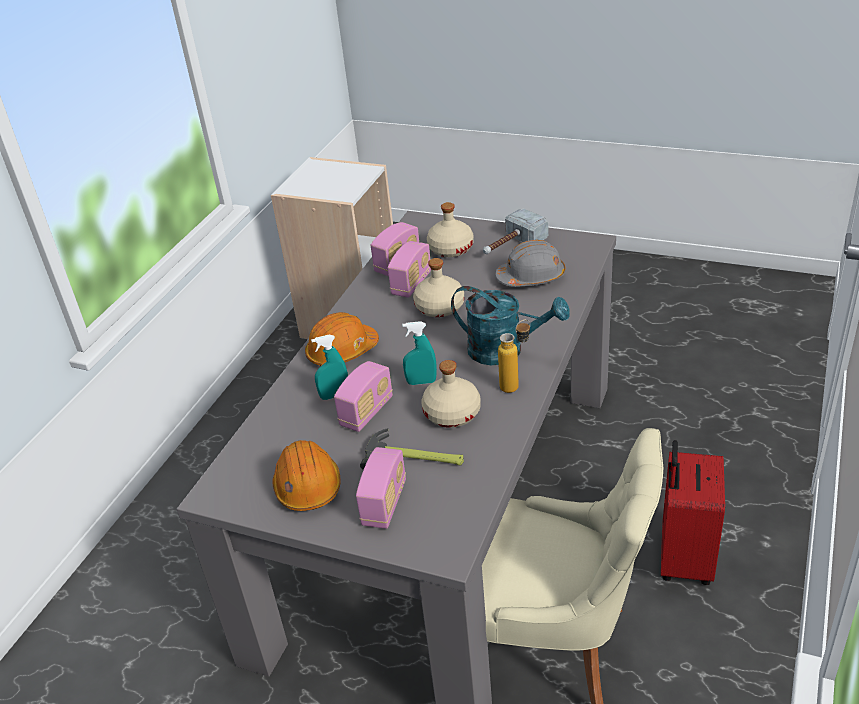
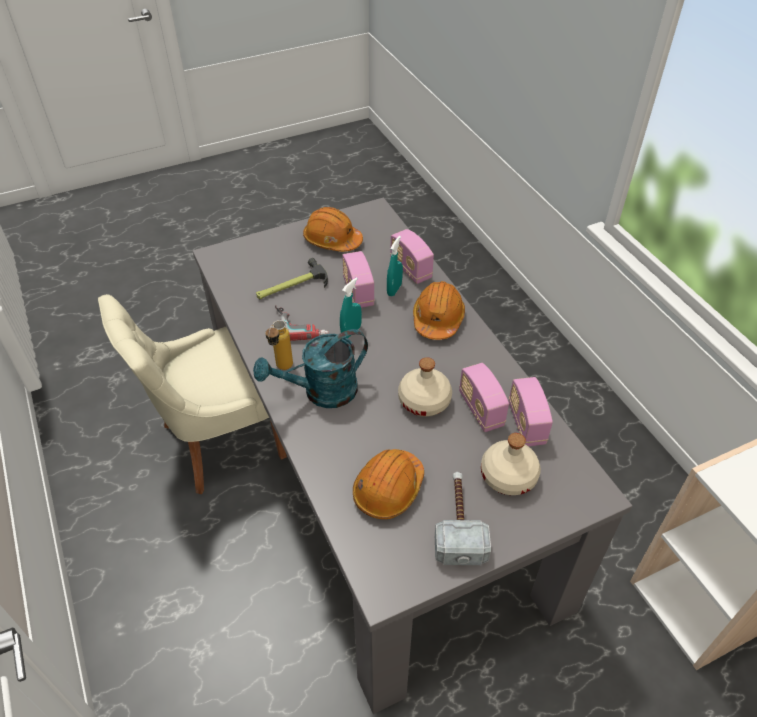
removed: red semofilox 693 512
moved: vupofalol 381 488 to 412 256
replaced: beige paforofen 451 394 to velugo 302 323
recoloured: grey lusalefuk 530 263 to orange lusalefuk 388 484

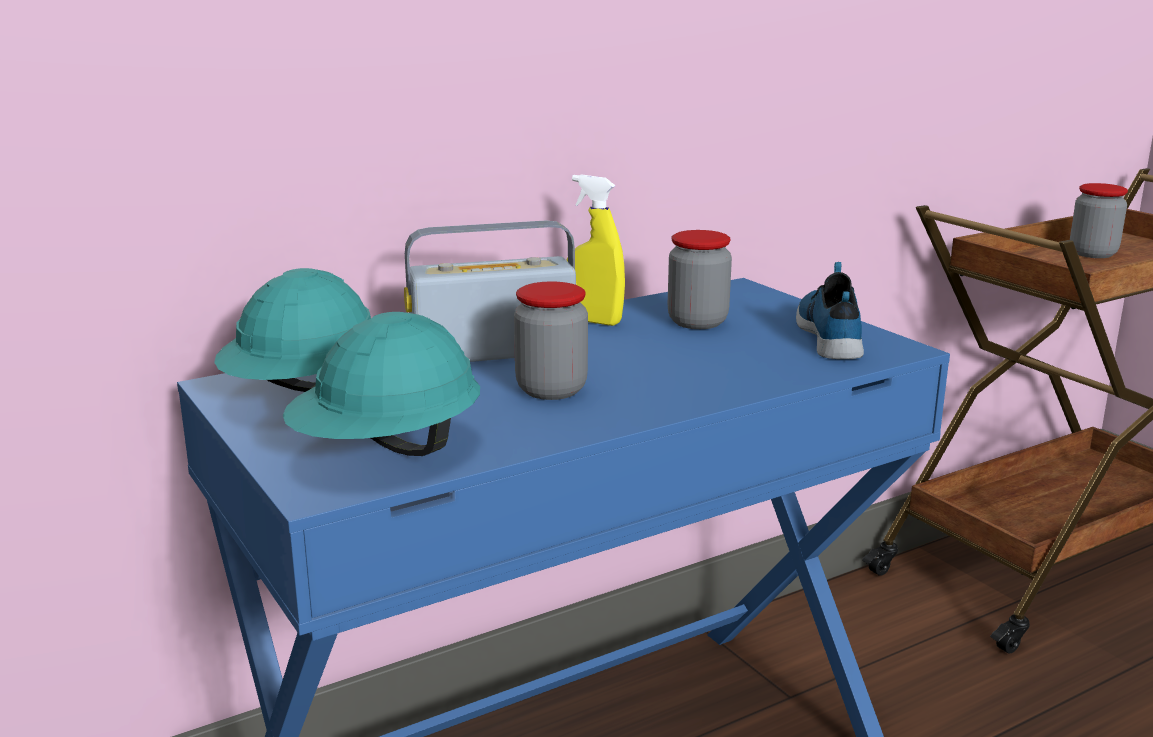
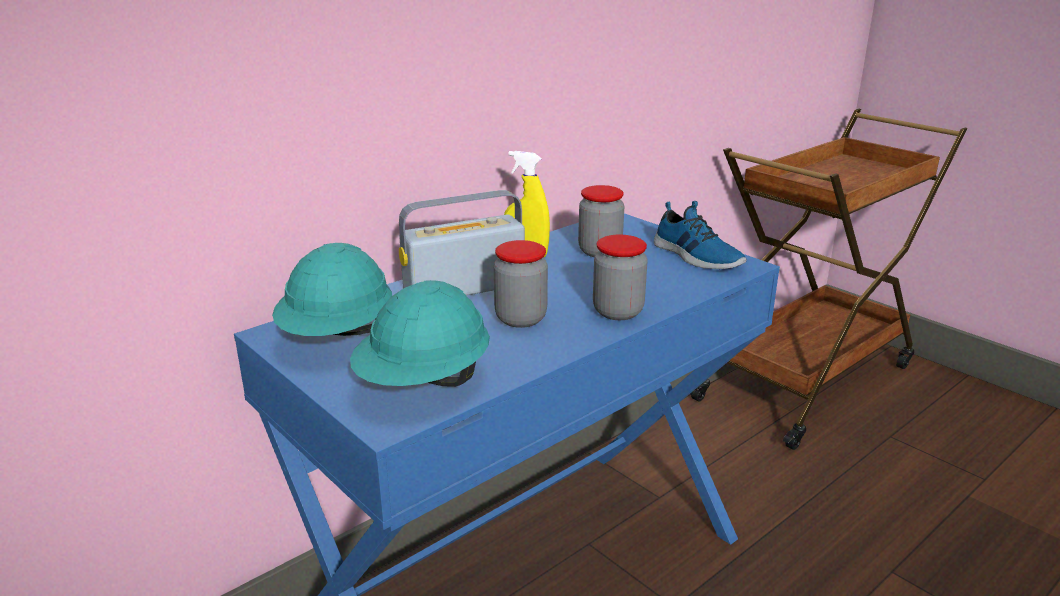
moved: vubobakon 1099 220 to 620 277
turned: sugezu 830 310 = 700 235 150 degrees clockwise

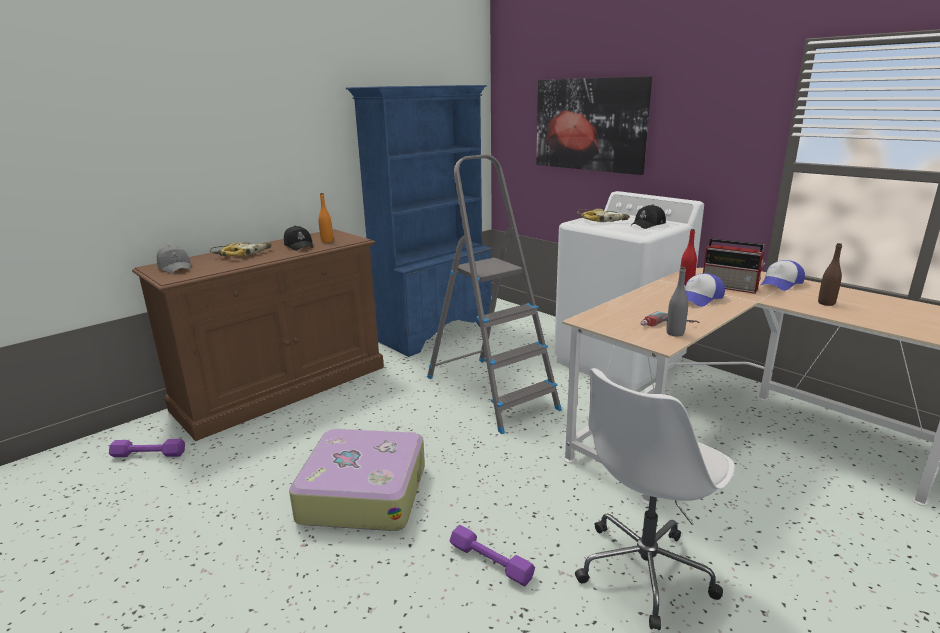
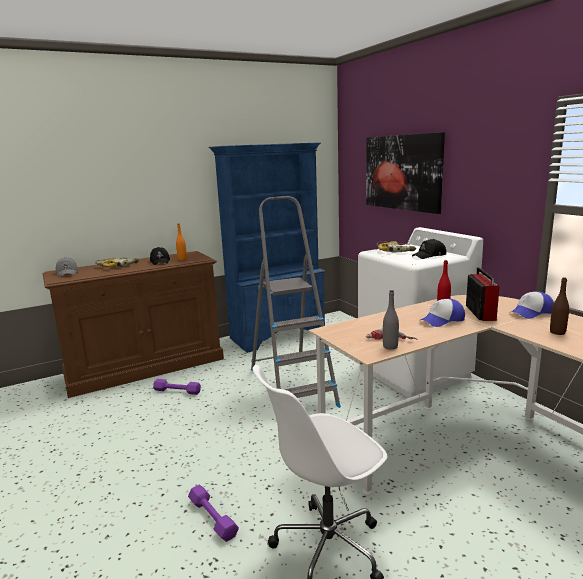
removed: semofilox 357 479
moved: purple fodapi 147 448 to 177 387
turned: vupofalol 734 266 = 483 294 135 degrees counterclockwise

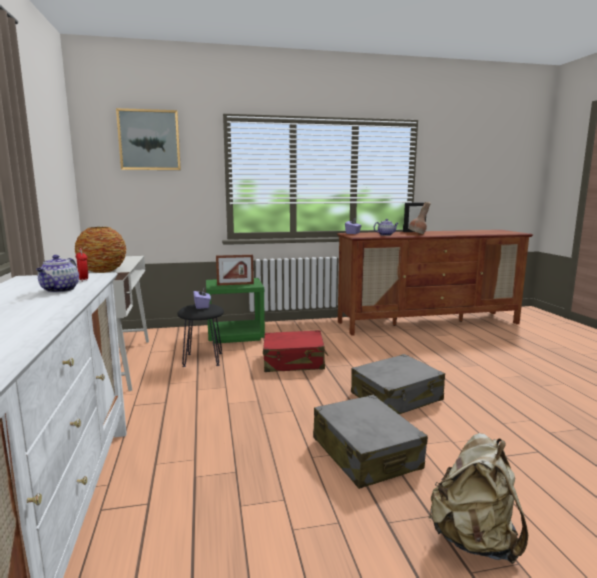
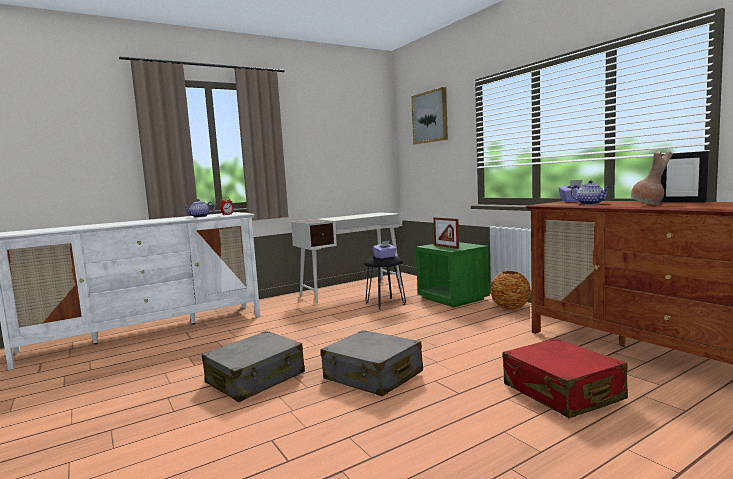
removed: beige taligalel 478 498
moved: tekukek 100 250 to 510 290; red semofilox 295 351 to 565 378

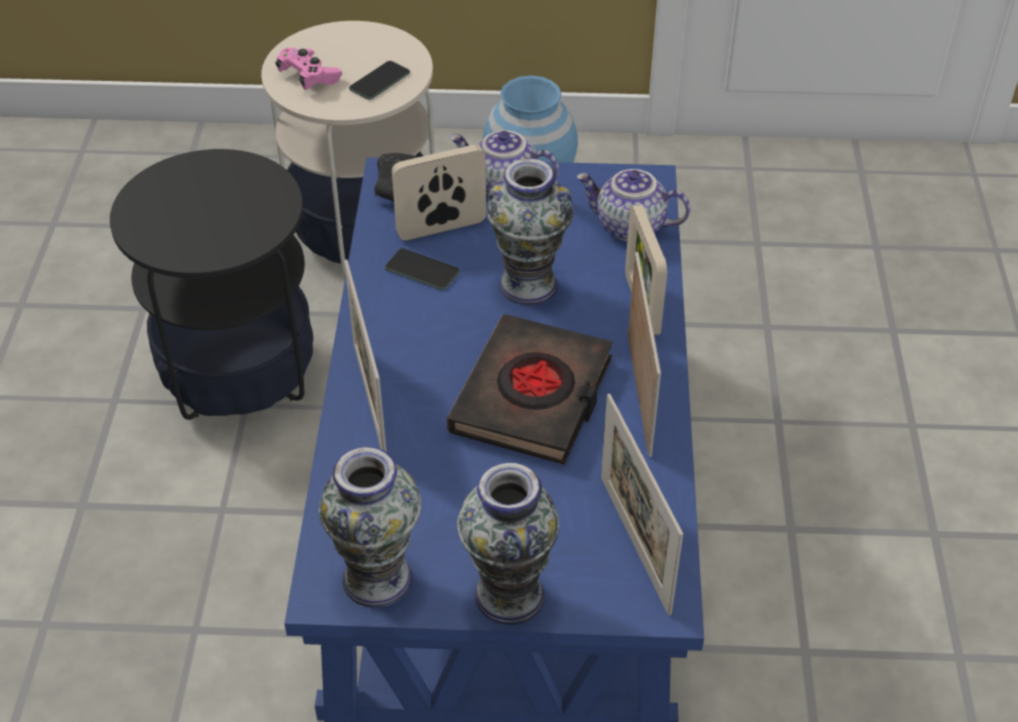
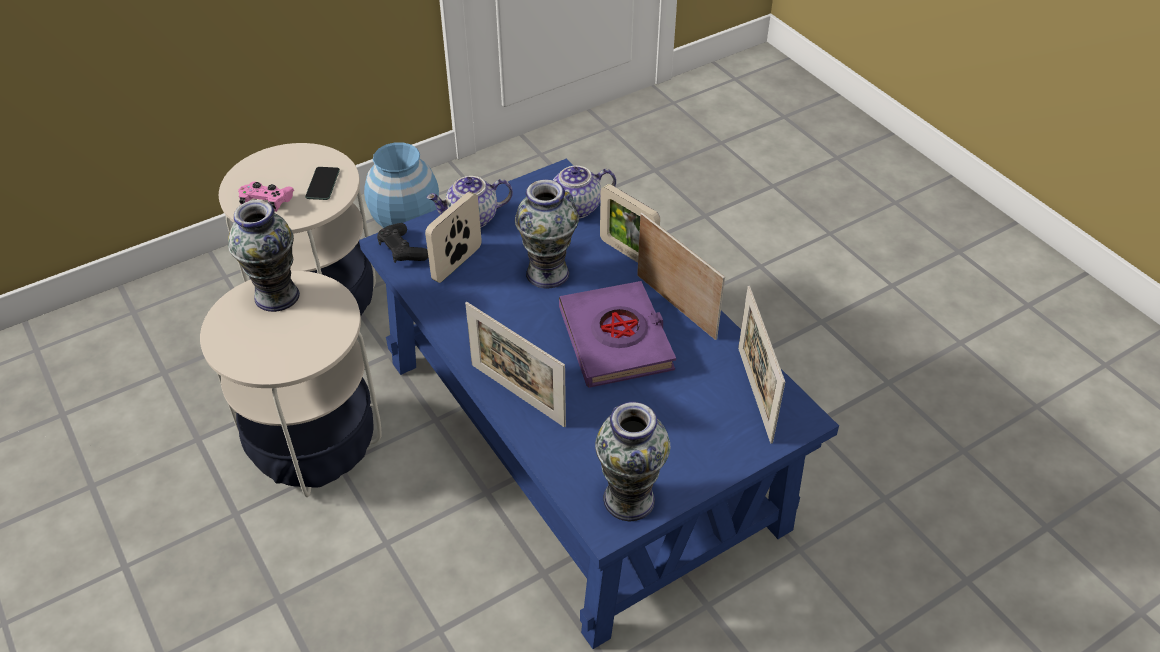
removed: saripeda 422 269
moved: tekukek 508 544 to 264 256
recoloured: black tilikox 211 284 to beige tilikox 291 384; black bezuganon 530 389 to purple bezuganon 617 334
turned: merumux 642 505 = 761 365 45 degrees clockwise

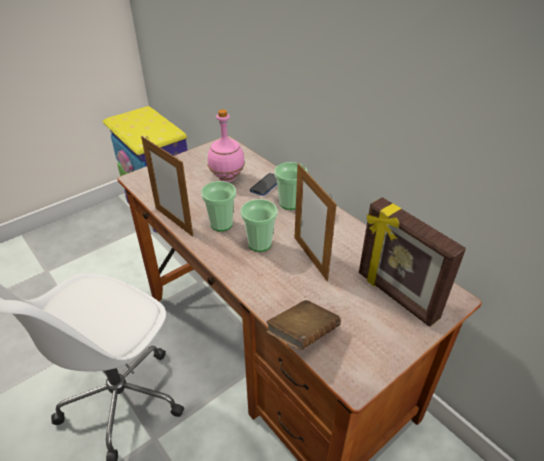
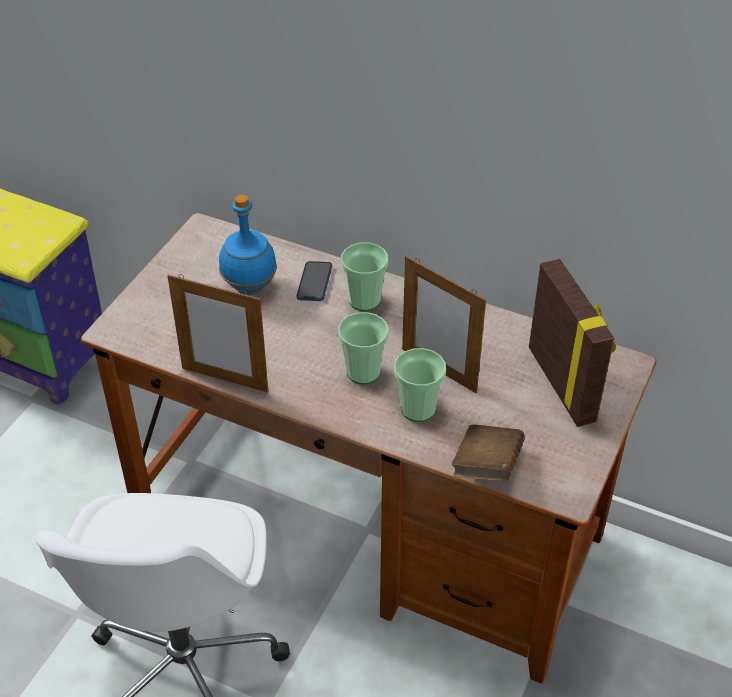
moved: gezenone 218 206 to 420 385
recoloured: pink paforofen 226 145 to blue paforofen 248 245
turned: merumux 412 262 = 572 343 135 degrees counterclockwise

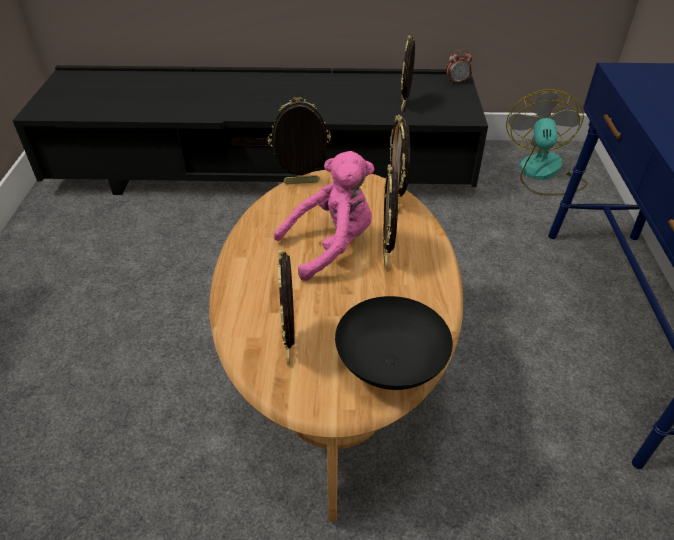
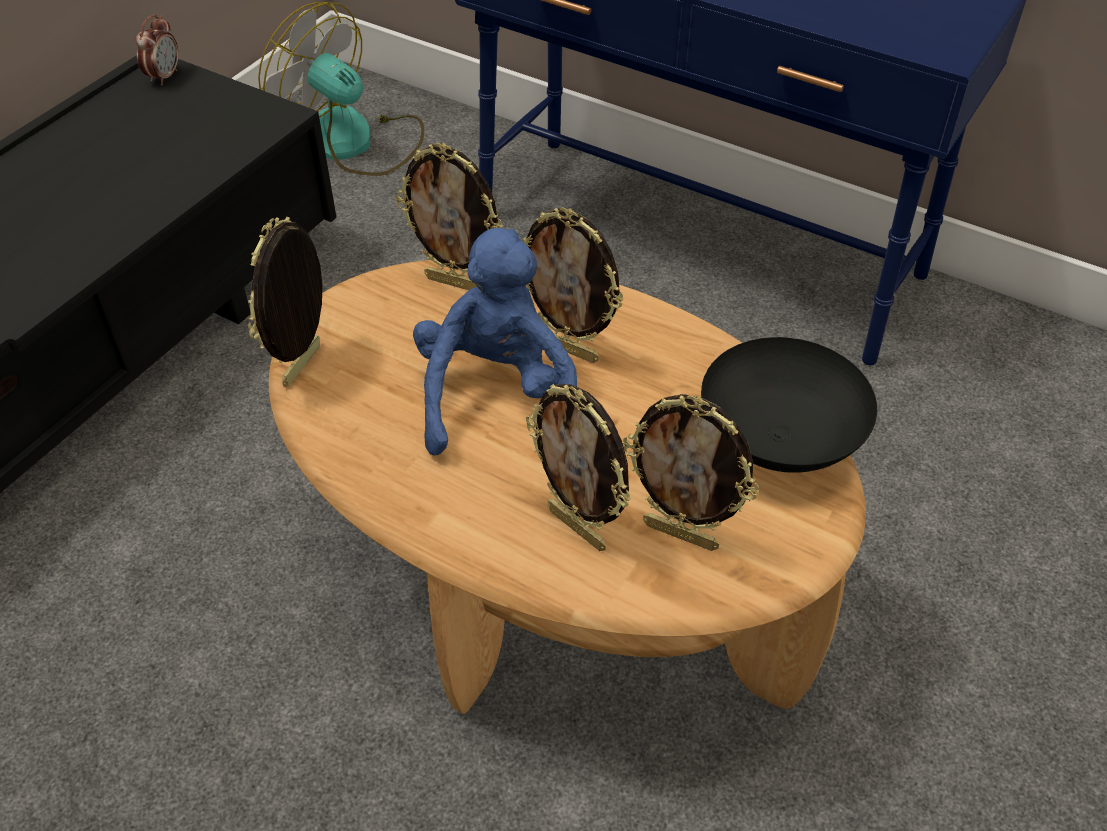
moved: merumux 408 73 to 578 467
recoloured: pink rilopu 324 216 to blue rilopu 495 342

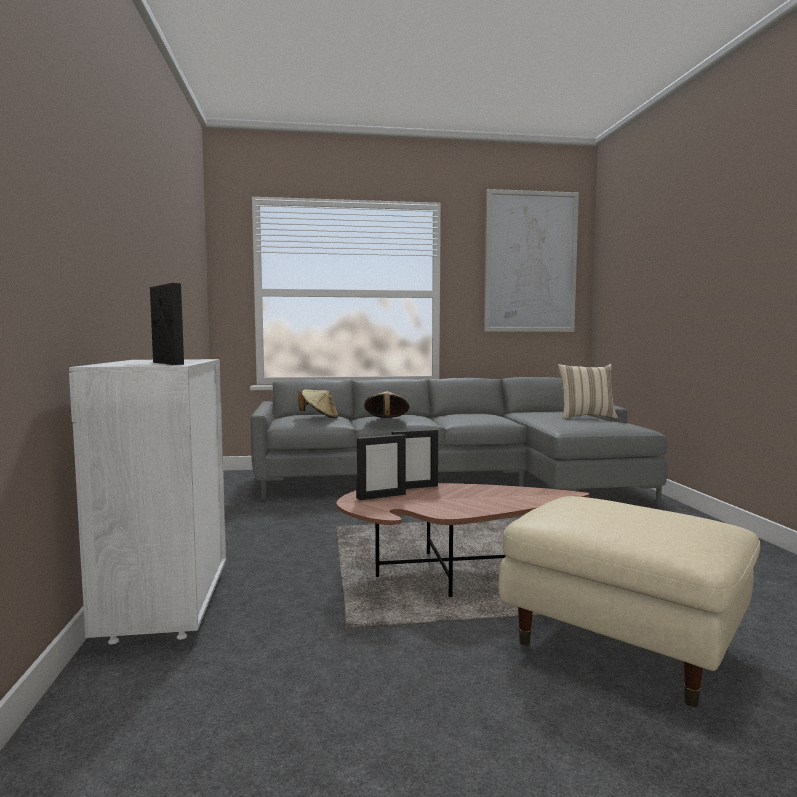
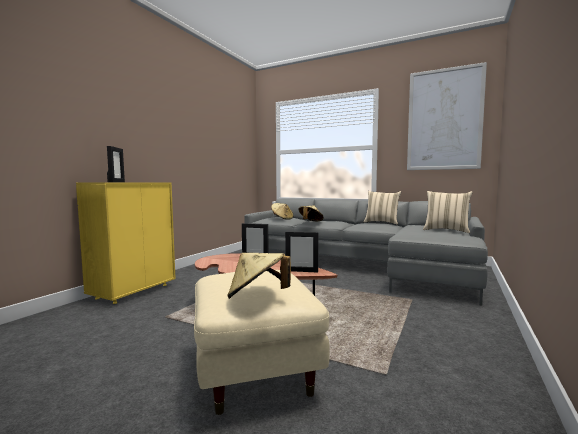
added: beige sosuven 259 276; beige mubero 382 208
moved: merumux 381 467 to 302 252
recoloured: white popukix 147 501 to yellow popukix 126 243

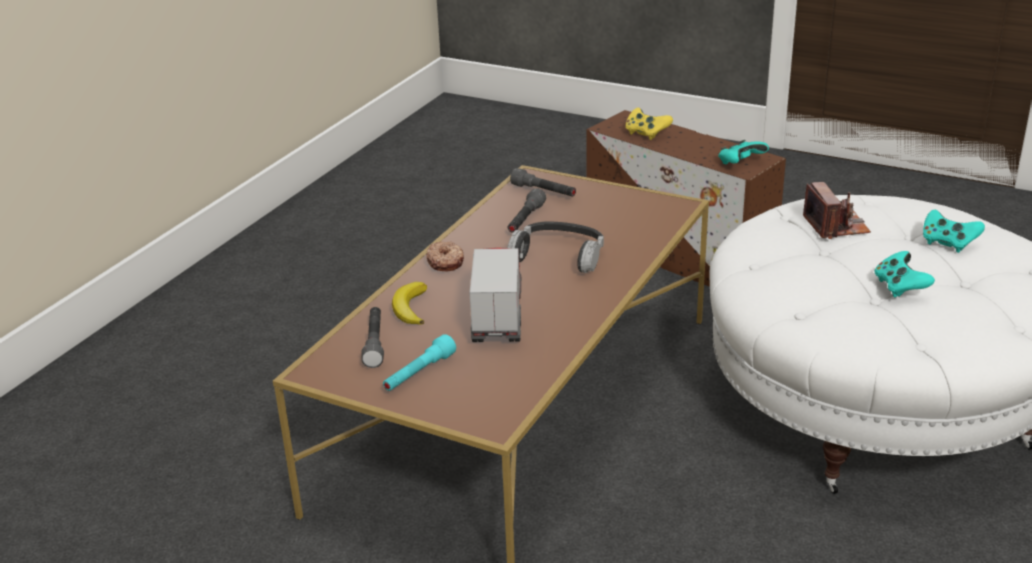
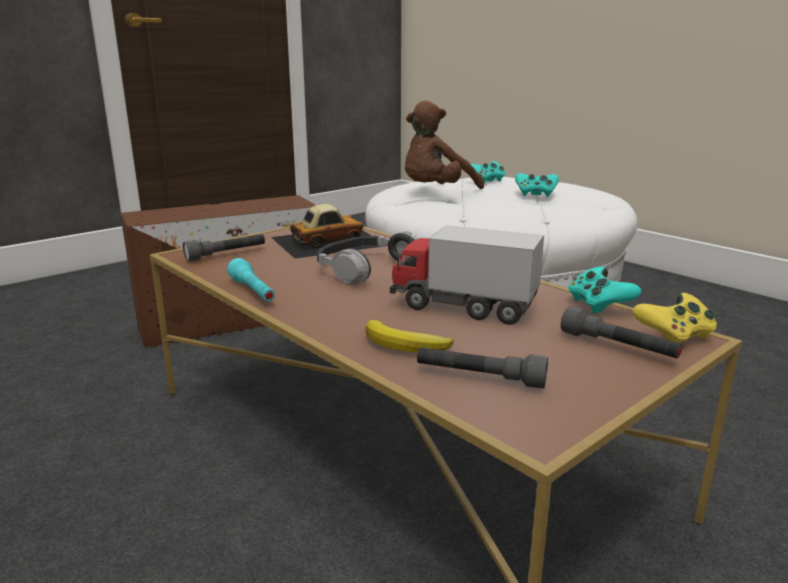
removed: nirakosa 445 256
added: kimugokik 329 231
moved: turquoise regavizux 419 362 to 251 279; grey regavizux 527 210 to 621 332; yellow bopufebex 649 124 to 675 318; turquoise bopufebex 743 152 to 604 290
replaced: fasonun 837 210 to brown rilopu 444 144

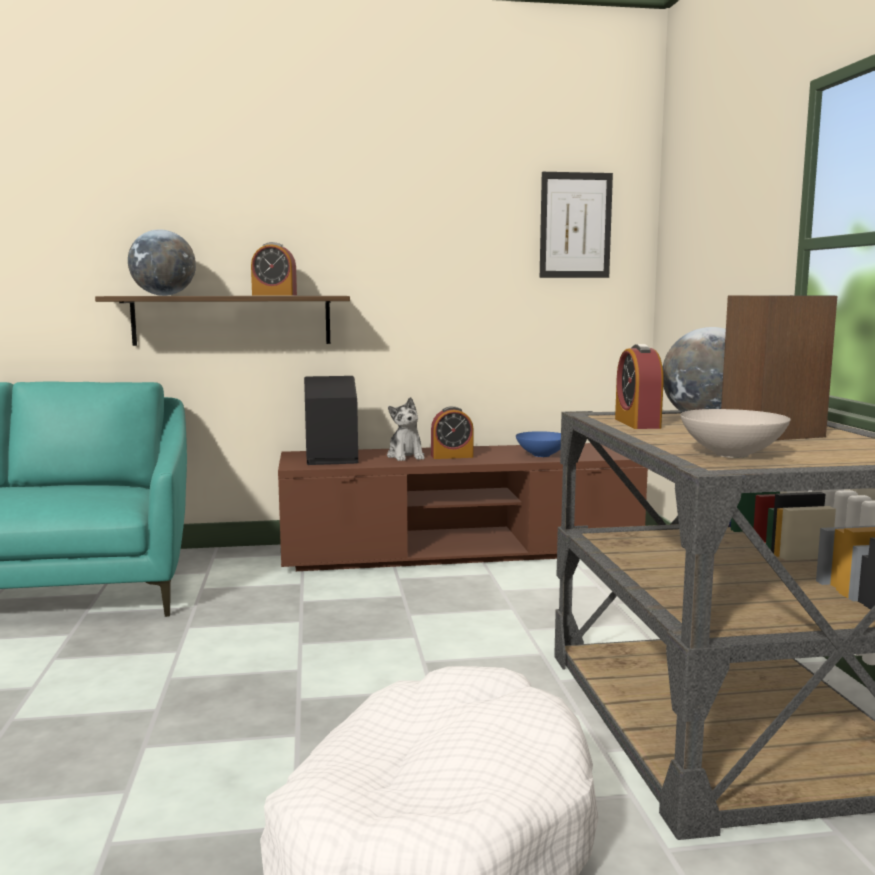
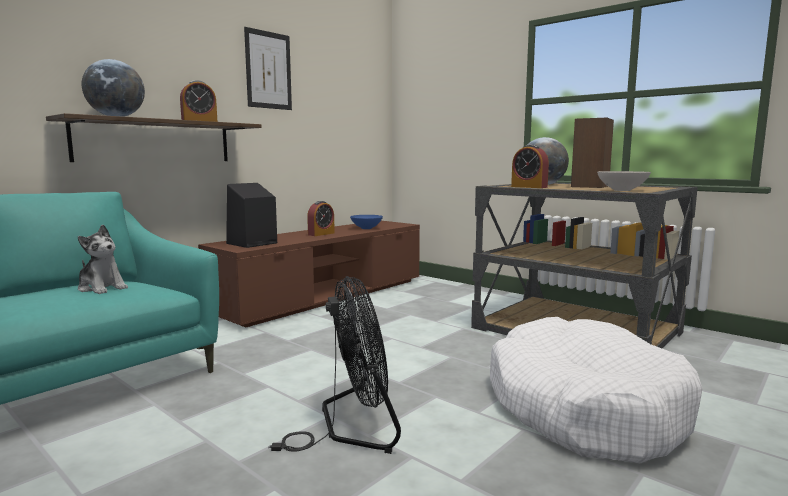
added: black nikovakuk 334 365
moved: rilopu 406 429 to 103 259; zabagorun 576 225 to 268 68

